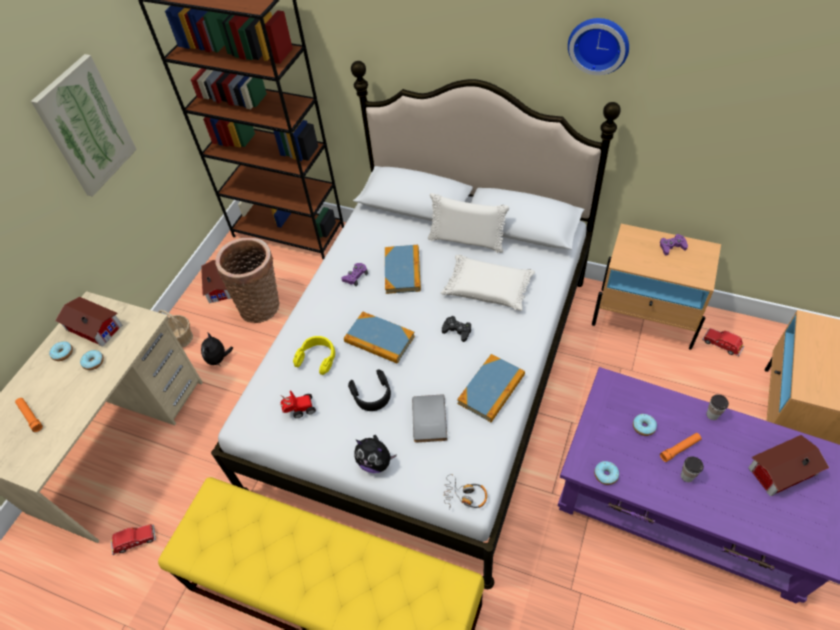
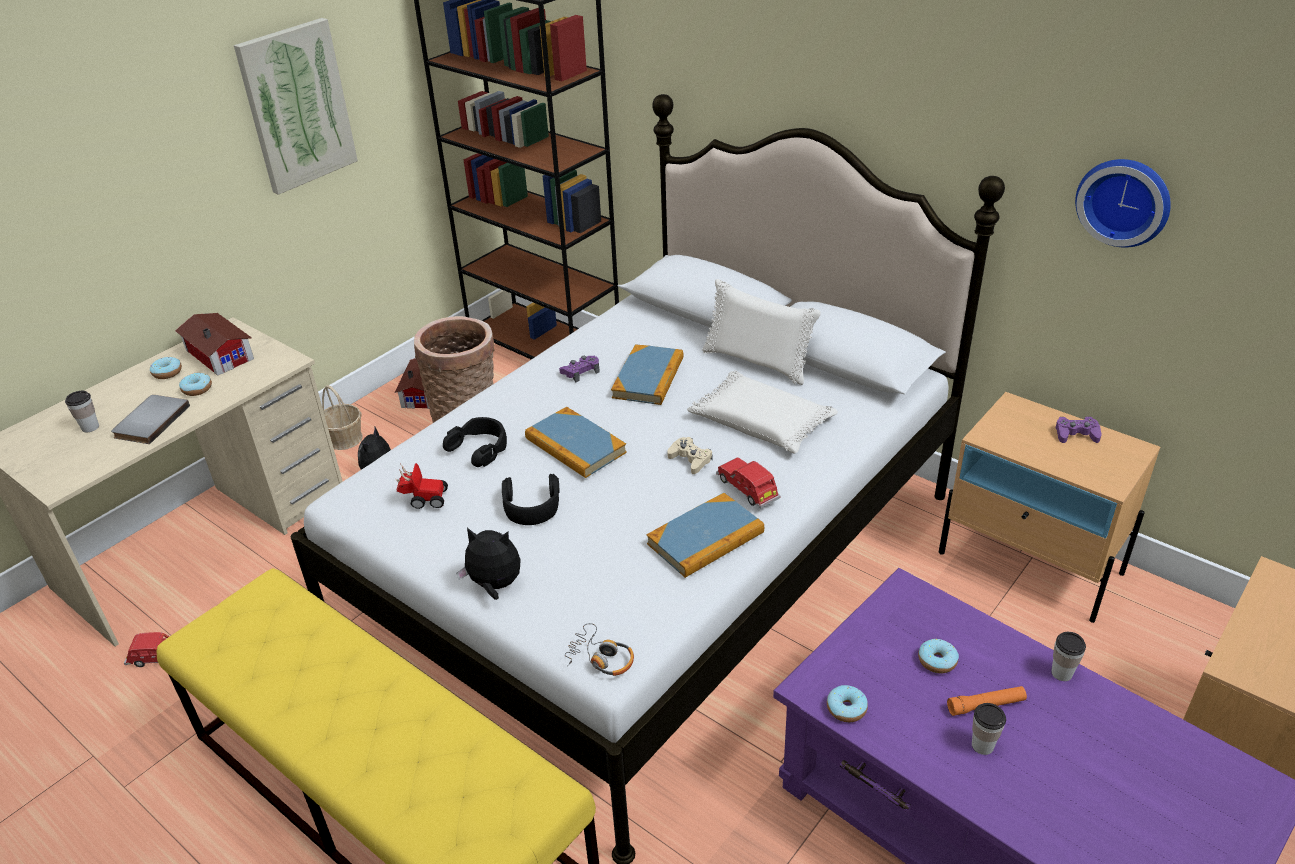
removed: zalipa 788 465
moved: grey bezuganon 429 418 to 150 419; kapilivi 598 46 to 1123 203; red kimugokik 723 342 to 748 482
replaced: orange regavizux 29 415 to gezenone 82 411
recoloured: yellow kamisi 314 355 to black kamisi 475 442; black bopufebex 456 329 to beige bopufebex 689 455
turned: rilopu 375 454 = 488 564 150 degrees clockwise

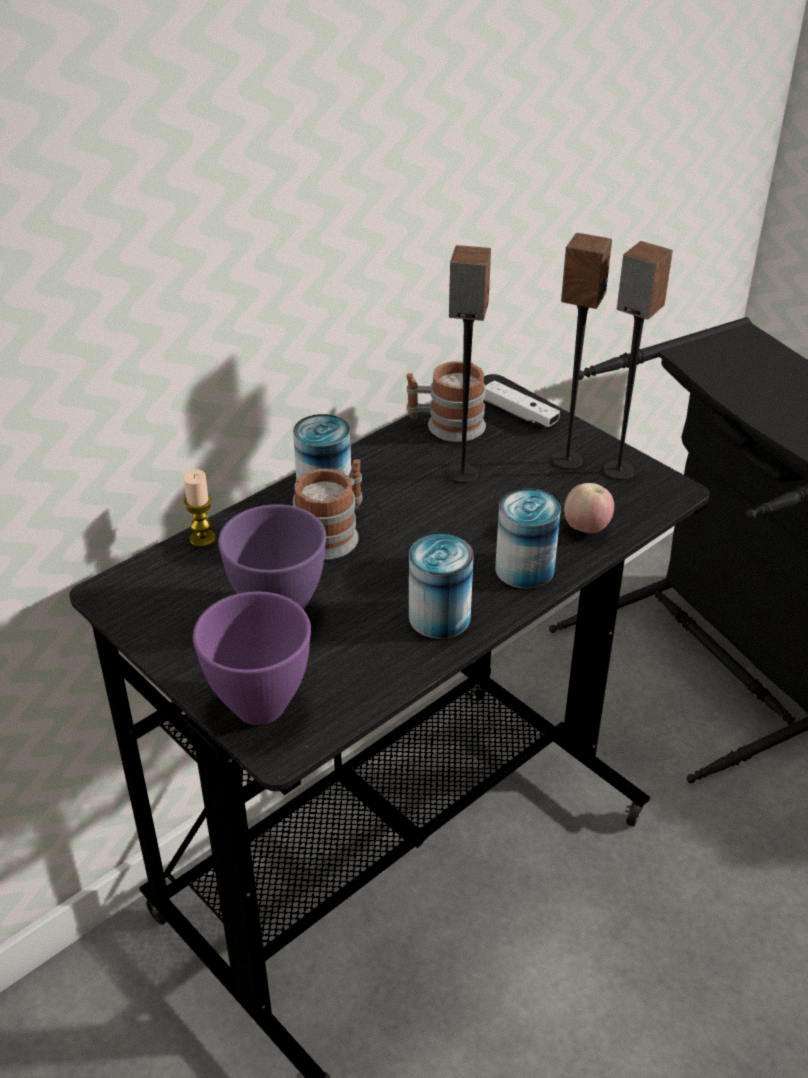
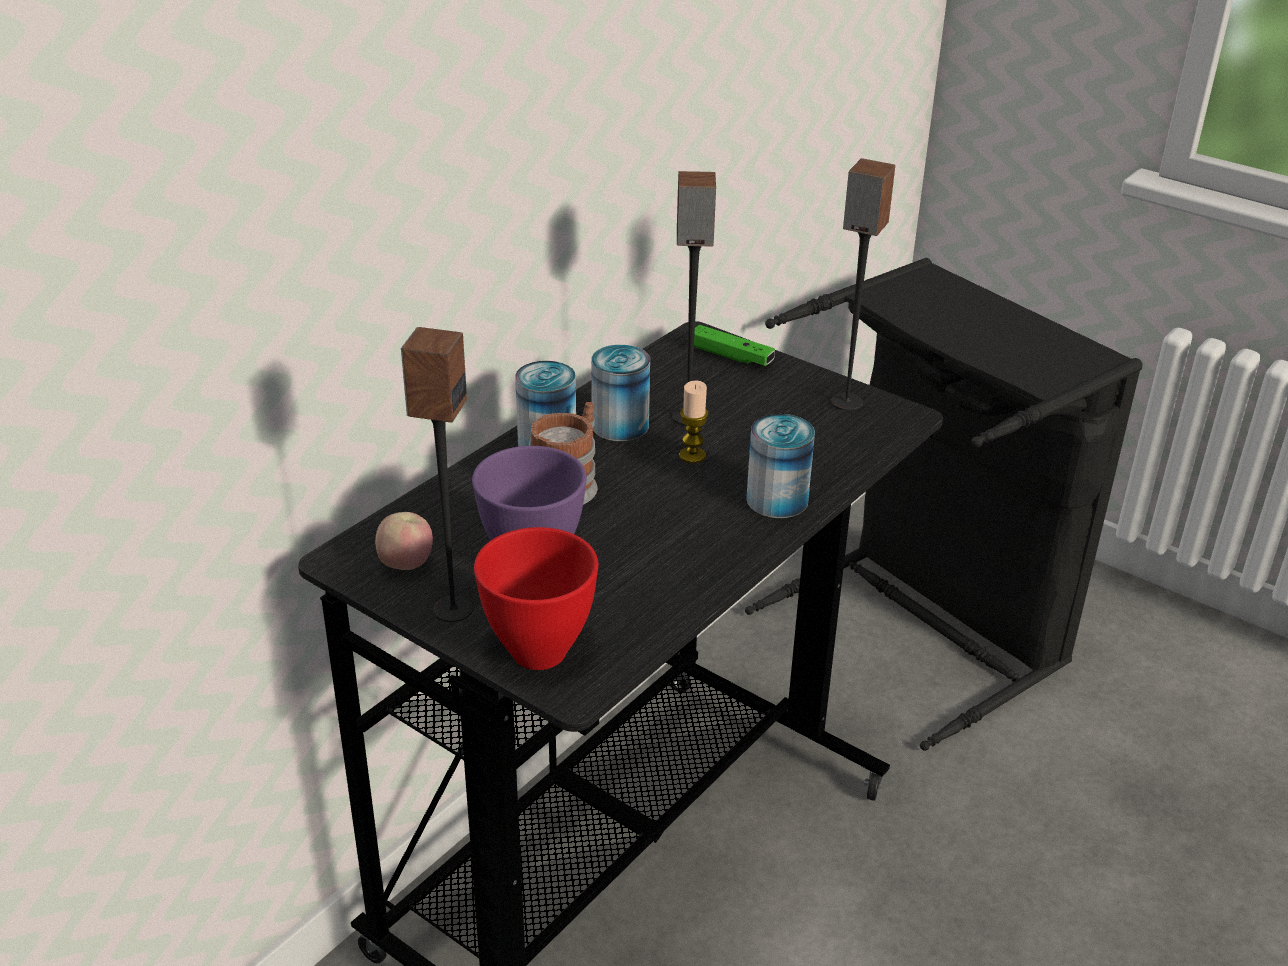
removed: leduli 446 401
moved: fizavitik 200 508 to 693 421; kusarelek 441 586 to 620 393; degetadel 582 351 to 437 474; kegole 589 508 to 404 541
recoloured: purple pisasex 252 658 to red pisasex 536 598; white bopufebex 522 403 to green bopufebex 734 345

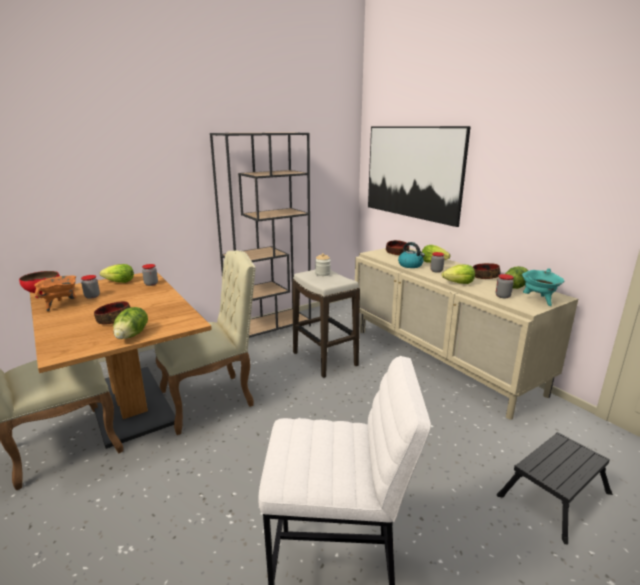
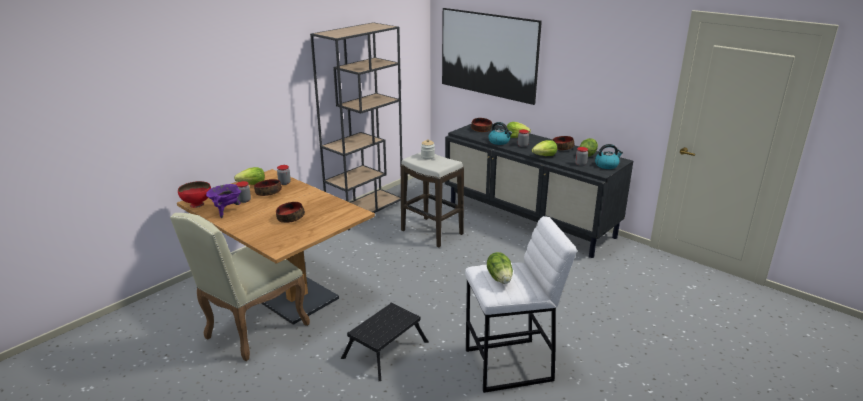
removed: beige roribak 205 343
added: pisasex 268 187
moved: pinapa 130 323 to 500 268; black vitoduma 555 488 to 385 342
replaced: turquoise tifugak 543 287 to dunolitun 609 156
recoloured: orange tifugak 55 293 to purple tifugak 223 201; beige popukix 466 334 to black popukix 539 191

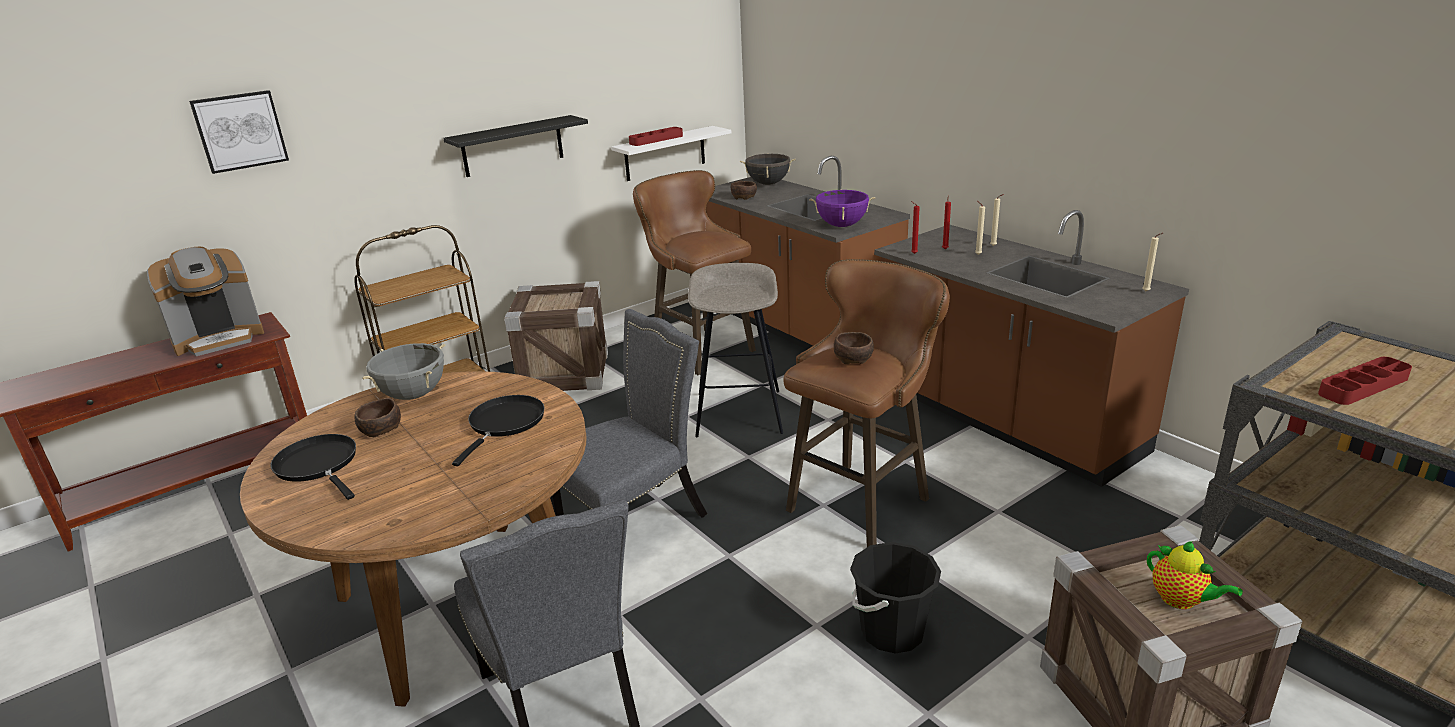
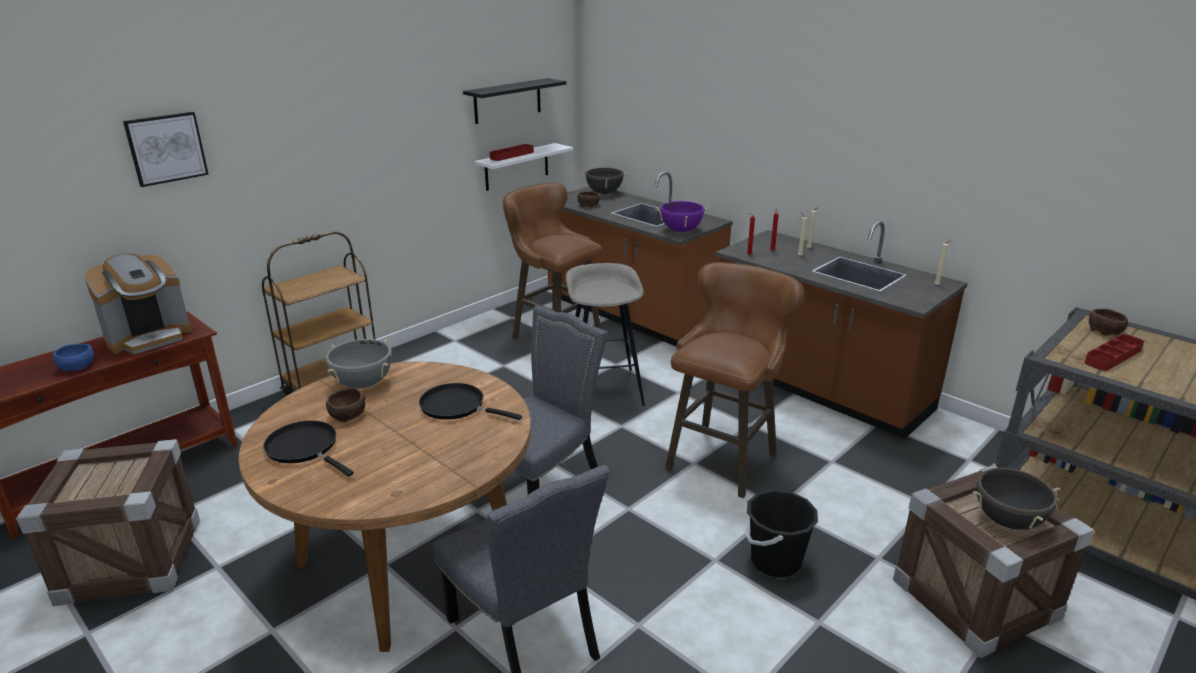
added: blue pisasex 73 358
moved: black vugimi 515 146 to 515 101; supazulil 556 336 to 108 522; brown pisasex 854 348 to 1108 322
replaced: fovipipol 1195 575 to black tifugak 1016 496
turned: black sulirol 498 430 = 470 401 75 degrees counterclockwise

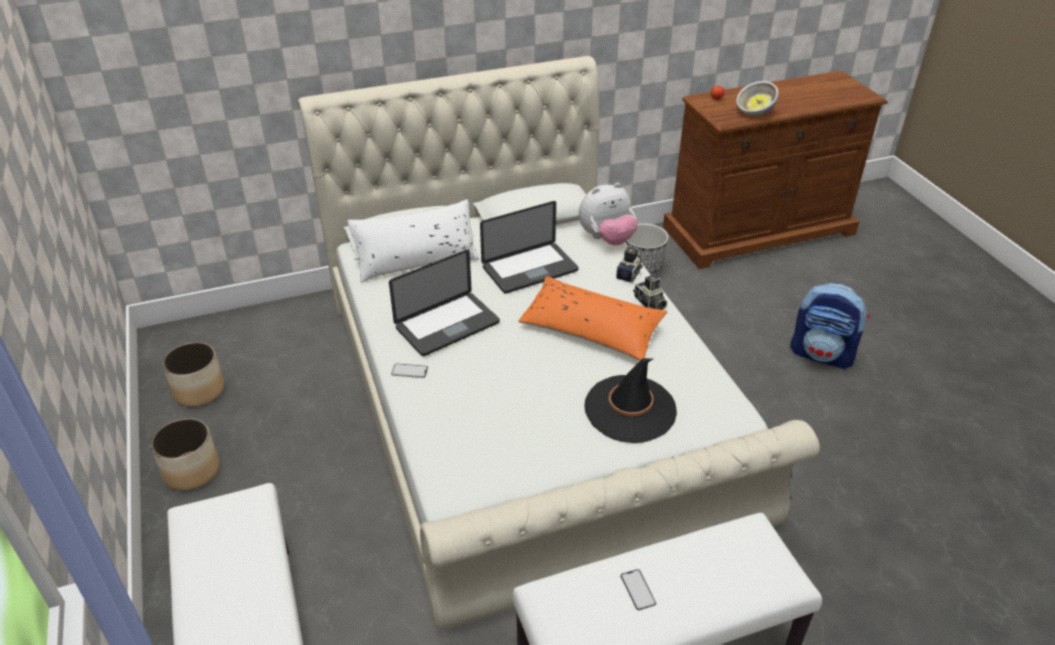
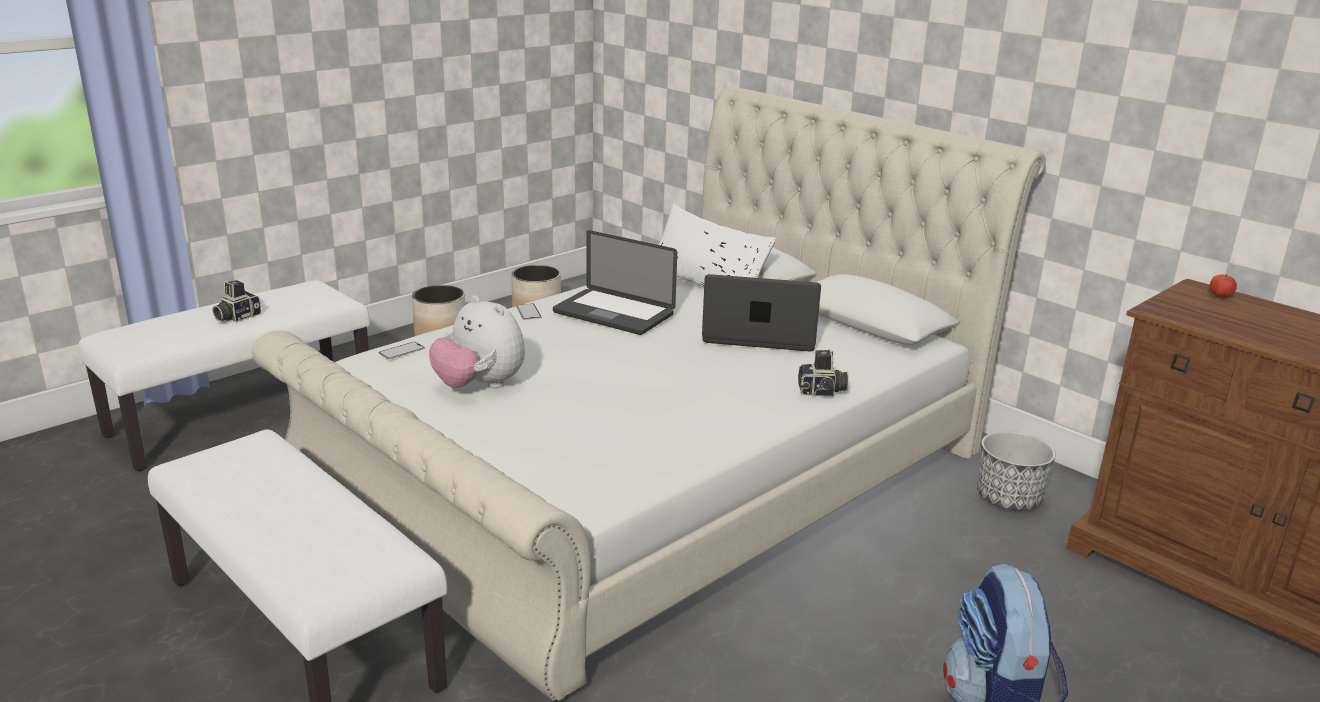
removed: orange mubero 593 318; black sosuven 630 400; pisasex 757 98
moved: rilopu 608 214 to 477 341; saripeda 638 589 to 402 350; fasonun 650 292 to 236 301
turned: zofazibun 529 247 = 761 313 150 degrees clockwise

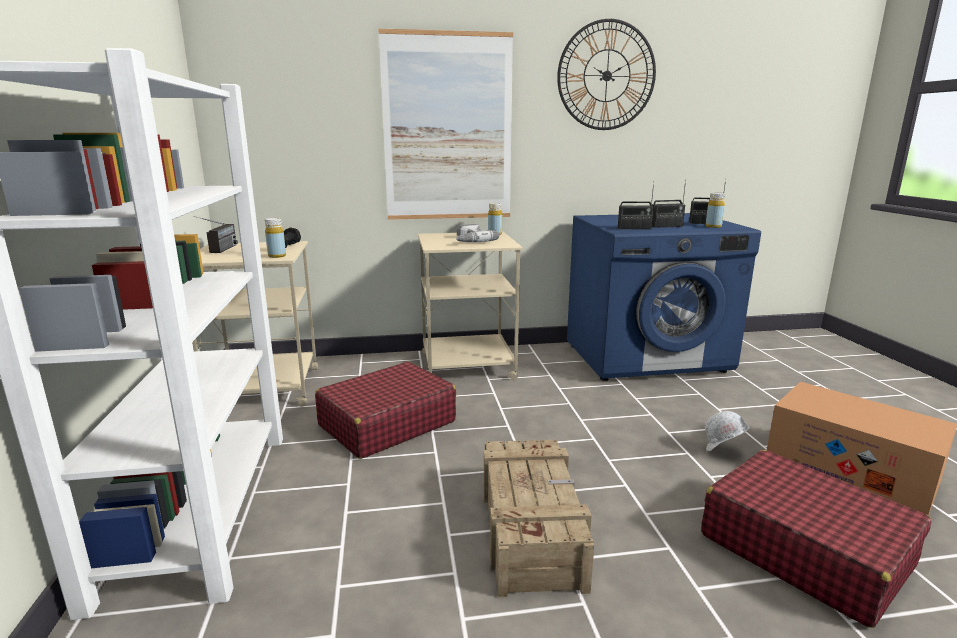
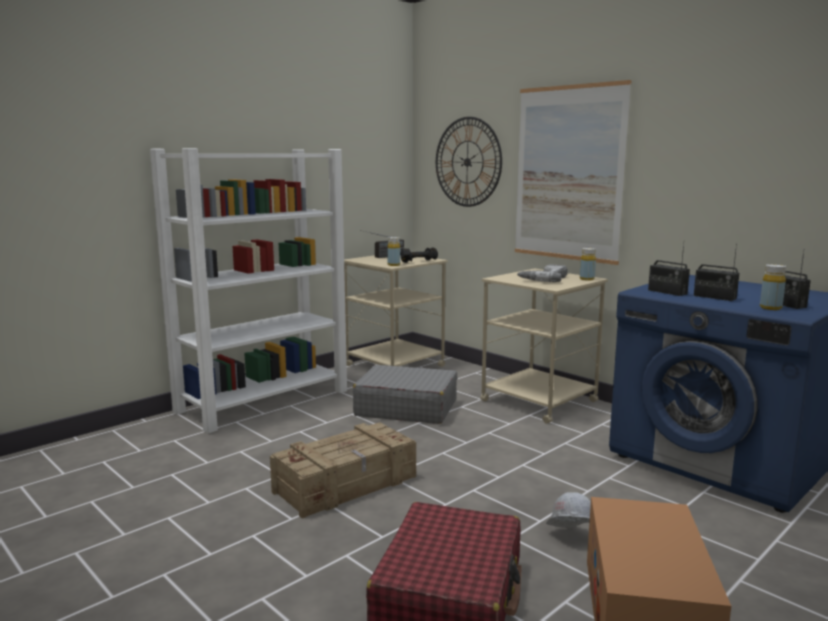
moved: kapilivi 606 74 to 469 162
recoloured: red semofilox 385 410 to grey semofilox 405 394

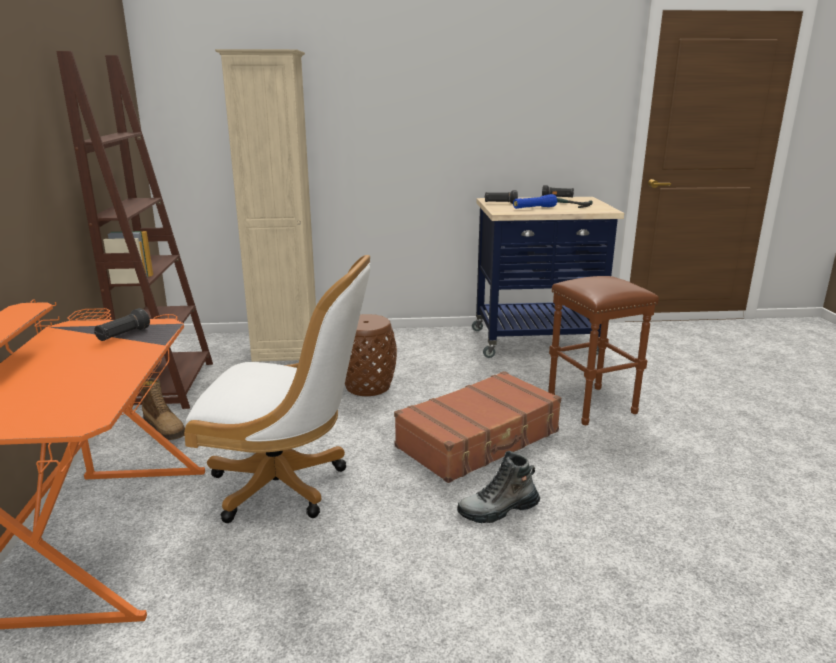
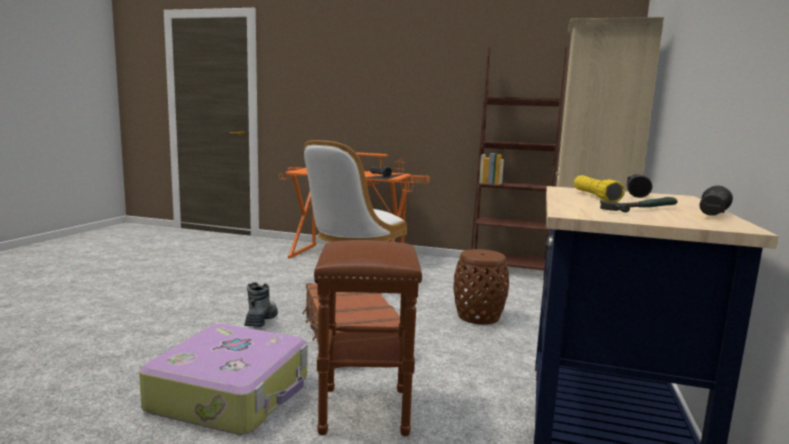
removed: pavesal 162 409
added: semofilox 223 379
recoloured: blue regavizux 535 201 to yellow regavizux 599 188

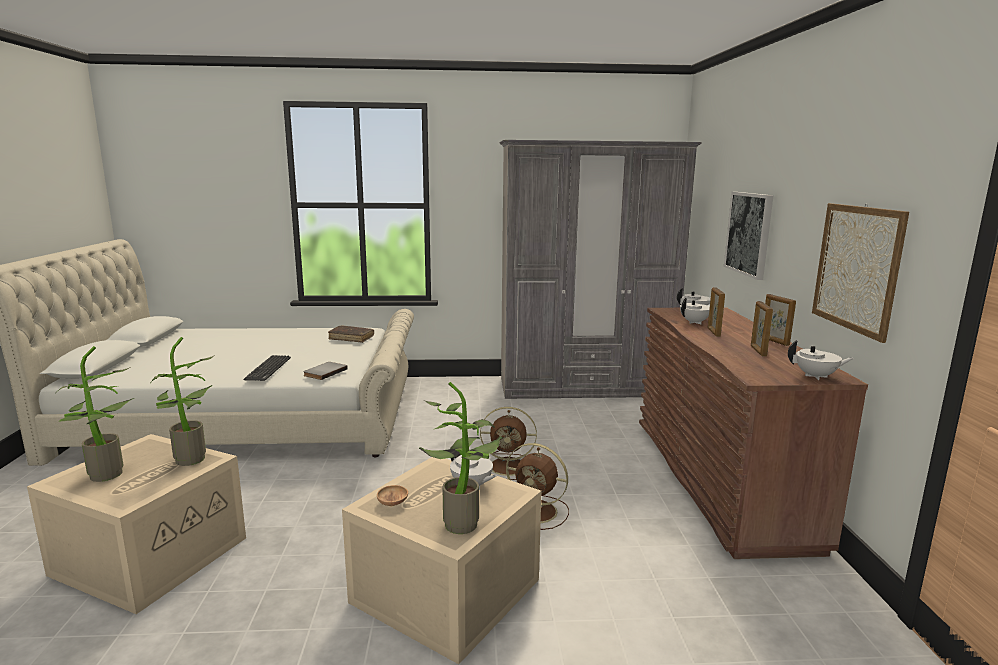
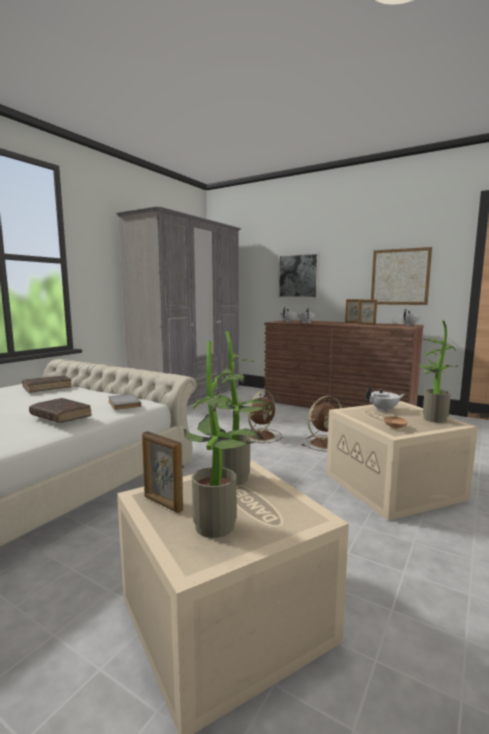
moved: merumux 716 312 to 162 472
replaced: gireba 267 368 to brown bezuganon 60 410

